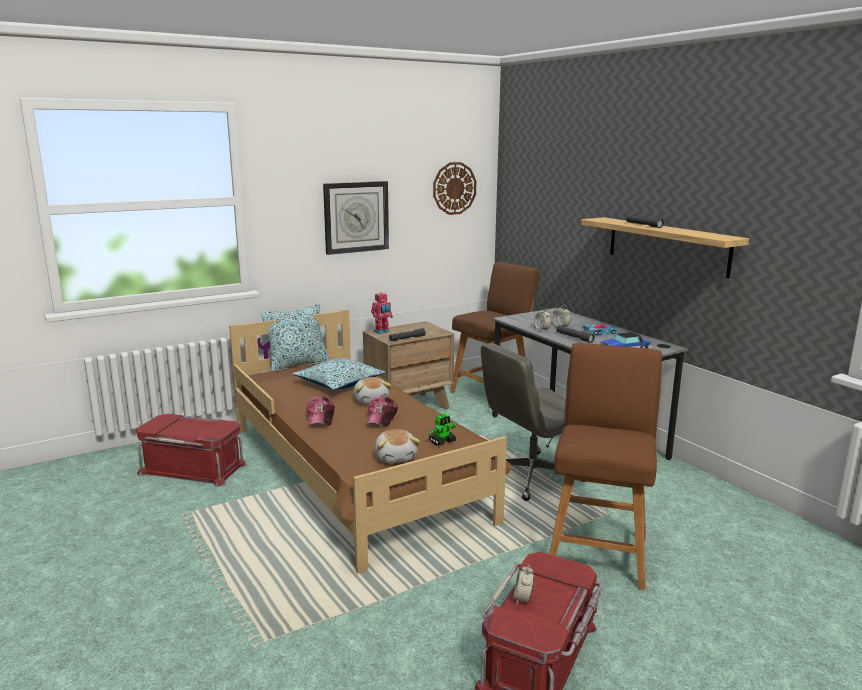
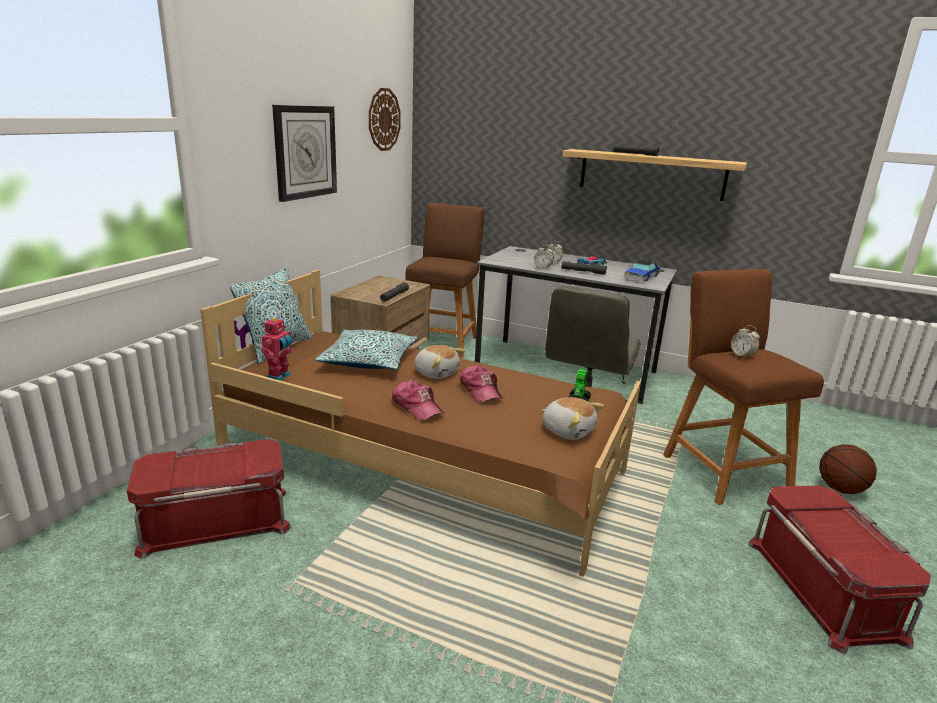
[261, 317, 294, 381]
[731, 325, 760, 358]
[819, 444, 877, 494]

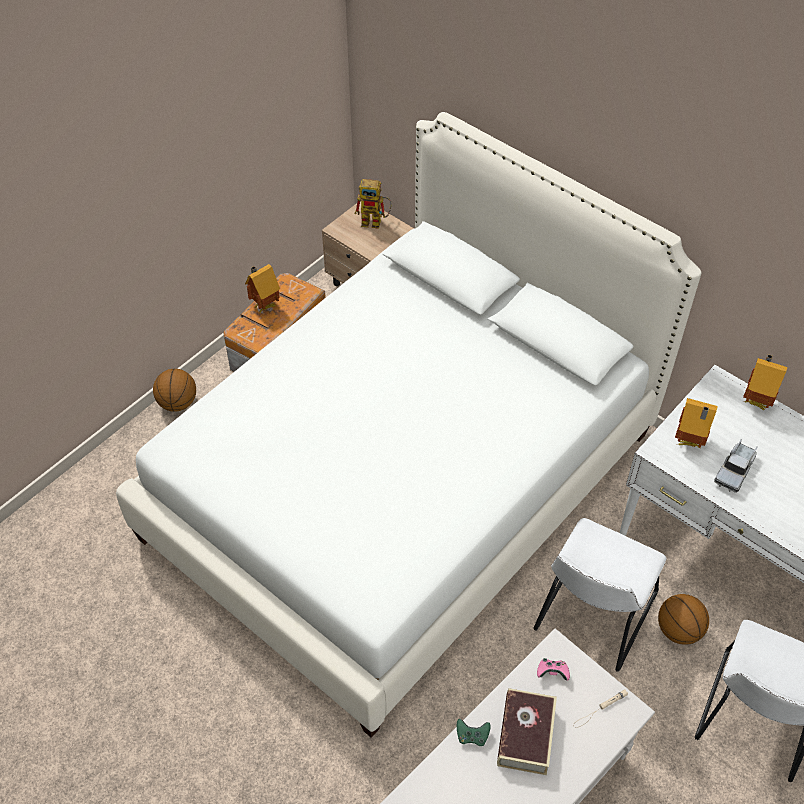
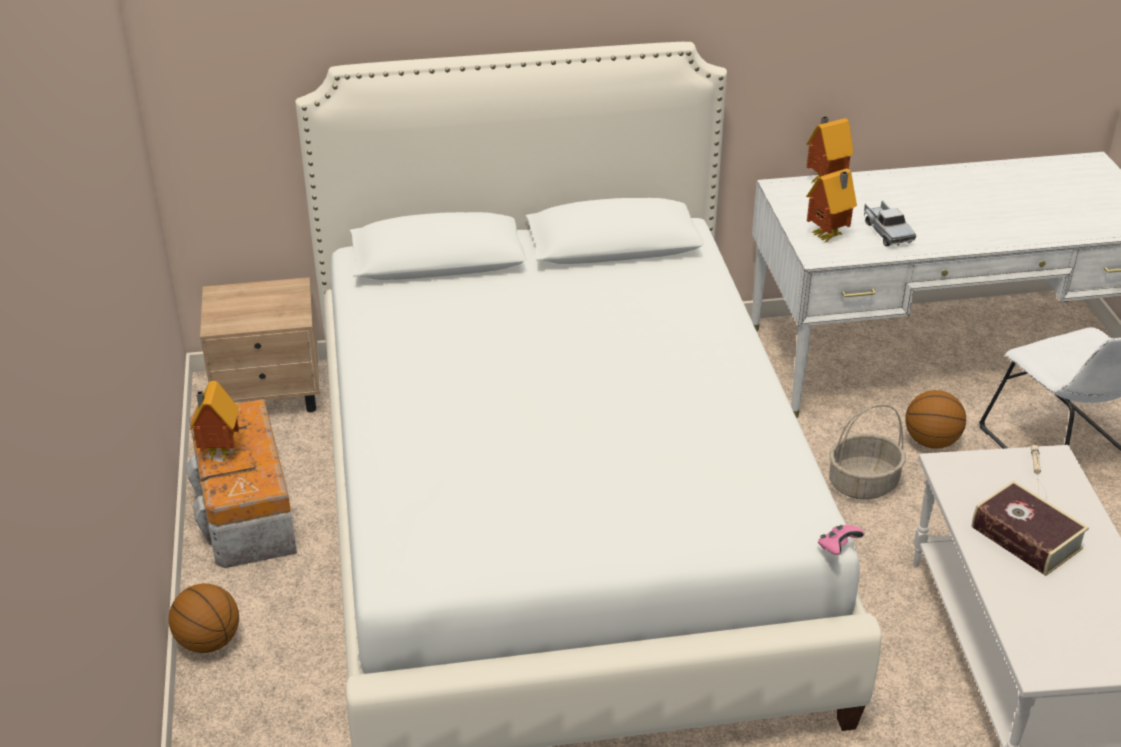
[818, 525, 865, 555]
[829, 404, 906, 500]
[355, 179, 392, 229] (first image)
[457, 719, 491, 746] (first image)

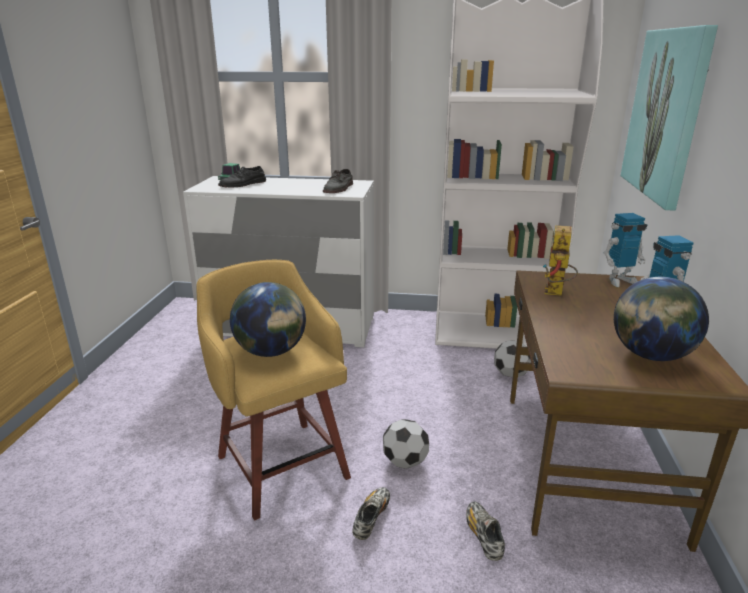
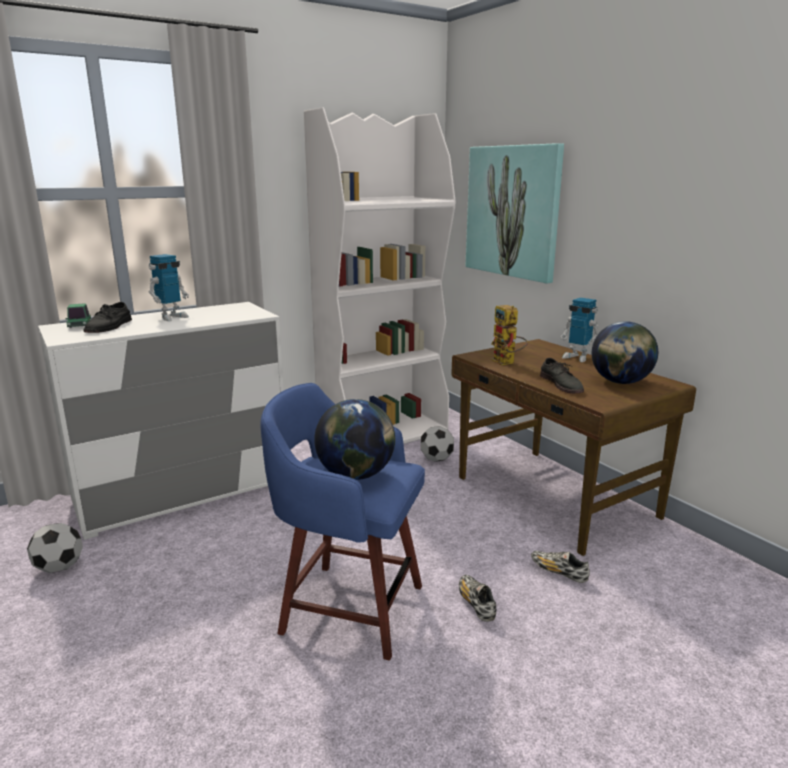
[27, 523, 83, 573]
[149, 254, 189, 321]
[260, 383, 425, 661]
[540, 358, 584, 394]

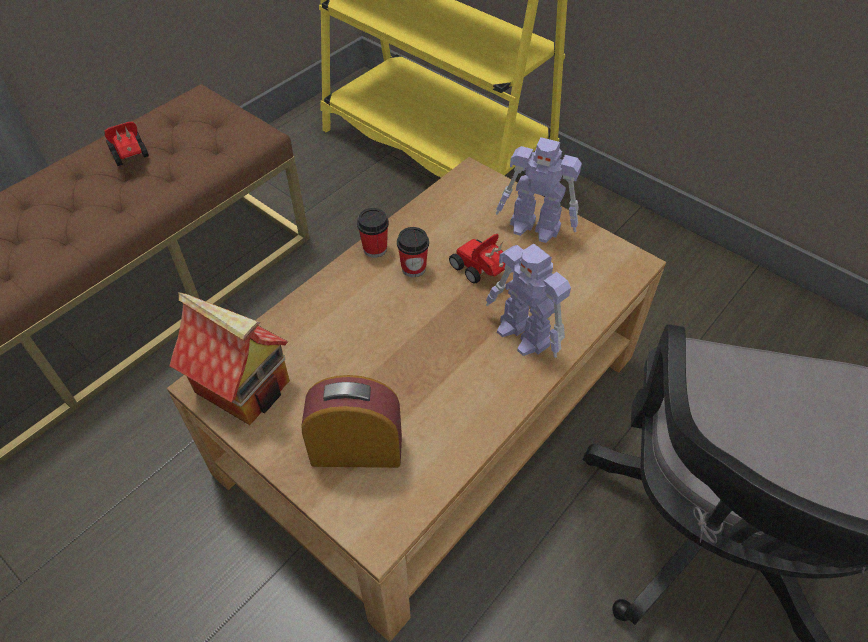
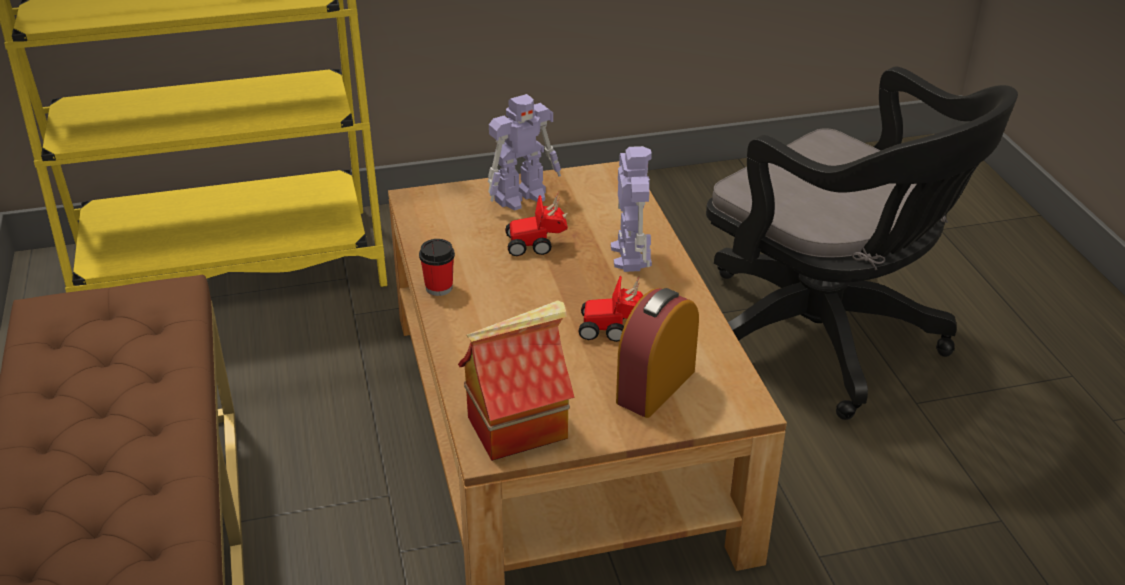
[578, 276, 644, 342]
[611, 146, 652, 272]
[397, 227, 429, 277] (first image)

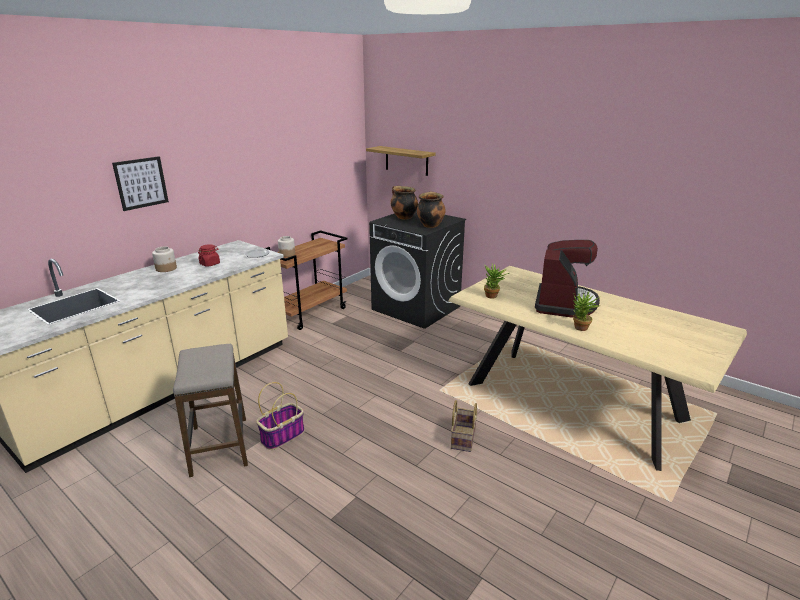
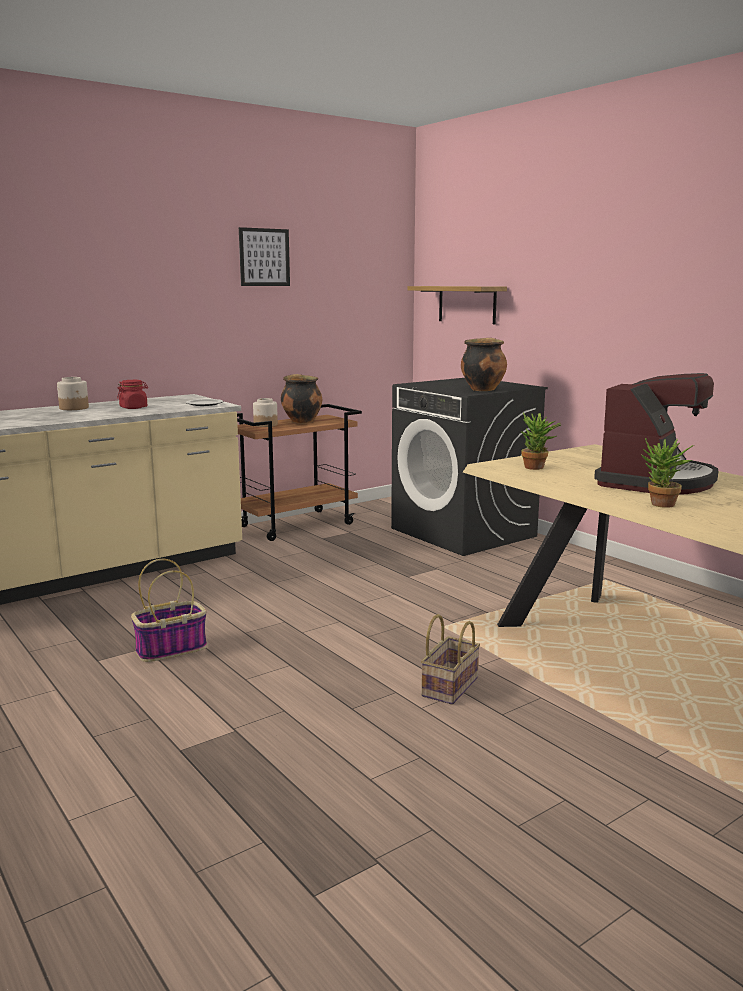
[239, 227, 290, 286]
[281, 374, 322, 423]
[173, 344, 248, 477] (first image)

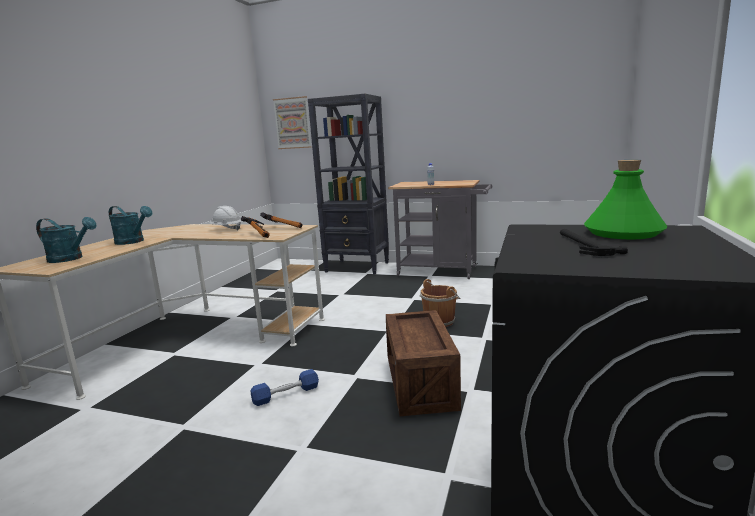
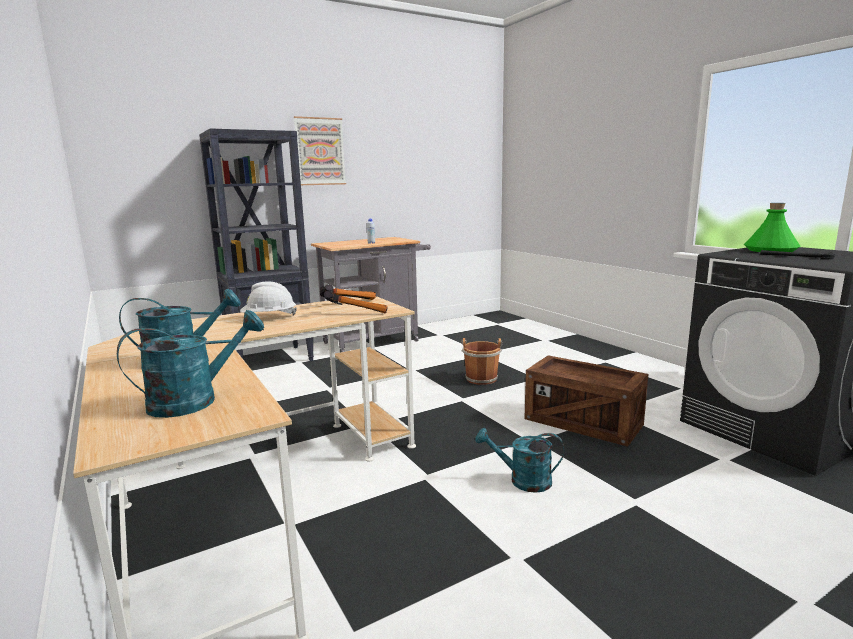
[294, 116, 346, 185]
[475, 428, 564, 493]

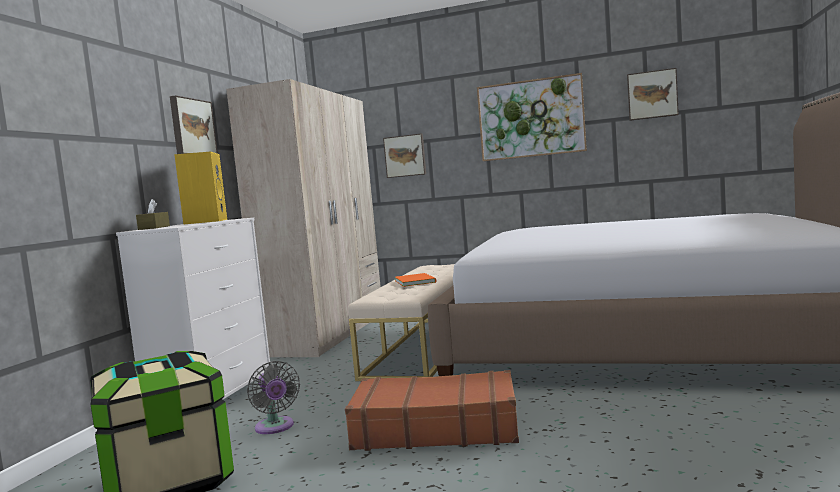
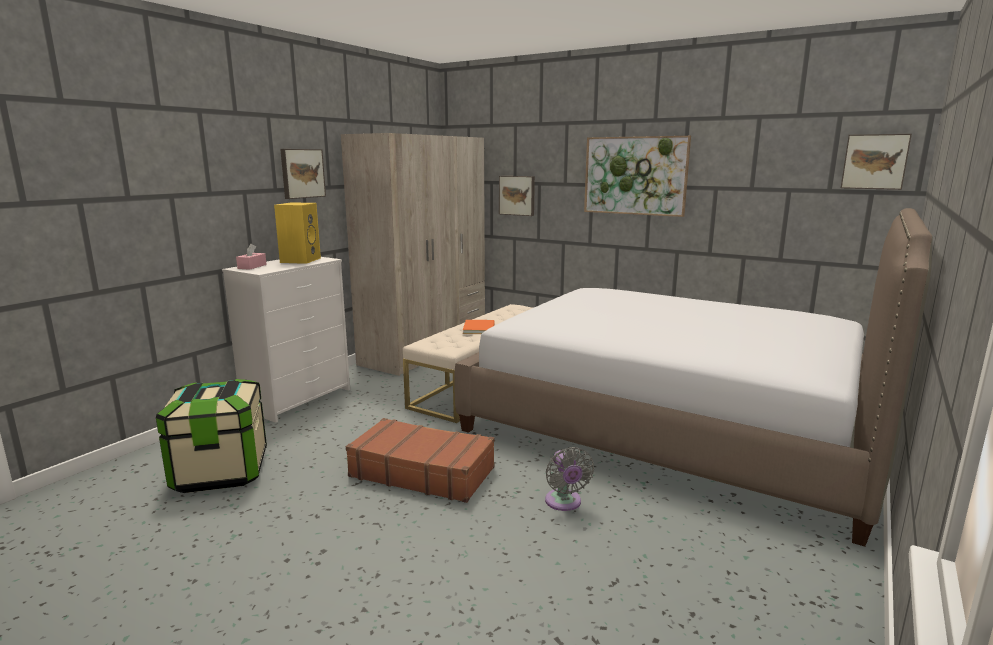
[236, 244, 267, 270]
[545, 447, 594, 511]
[841, 134, 912, 190]

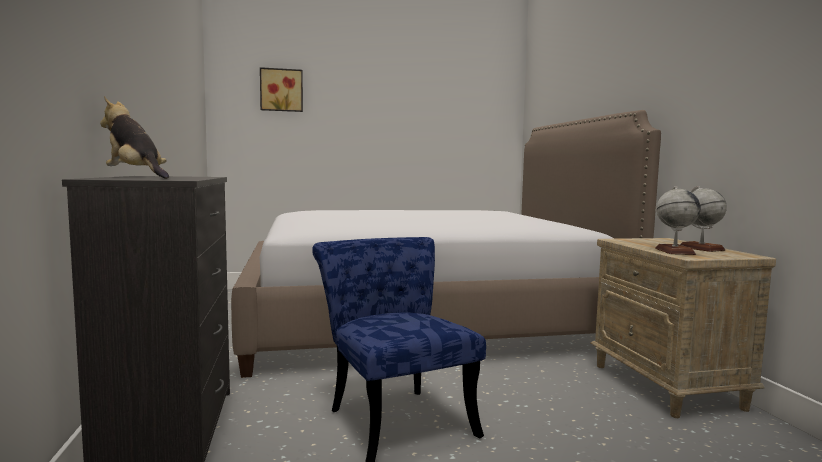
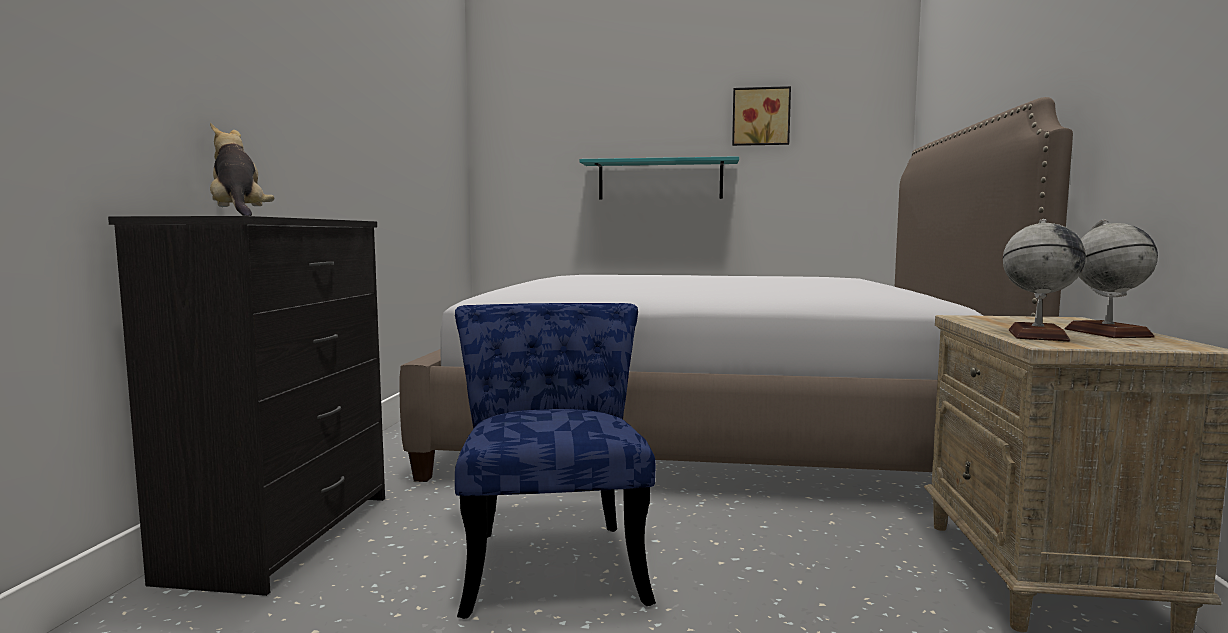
[580, 156, 739, 200]
[732, 86, 791, 146]

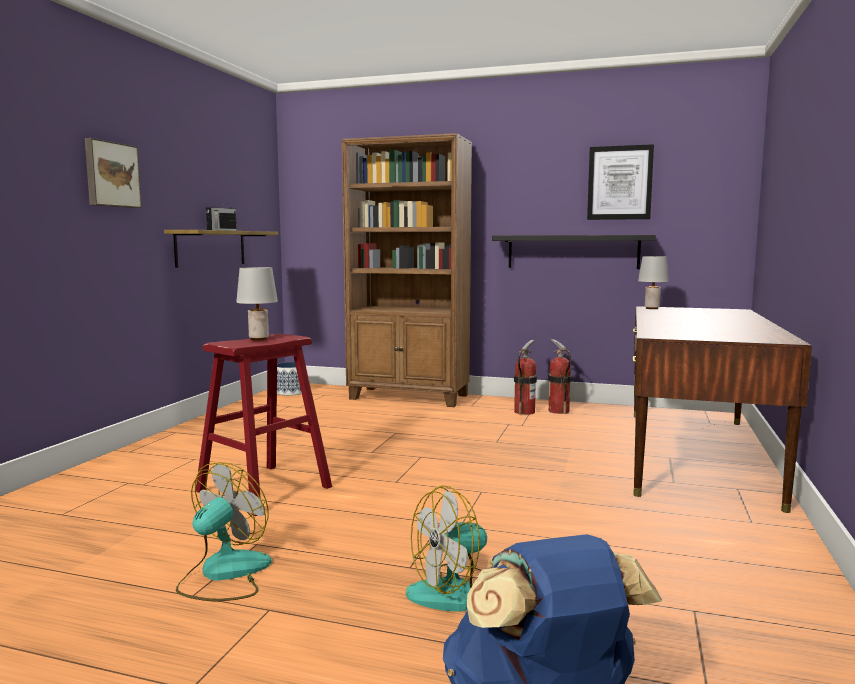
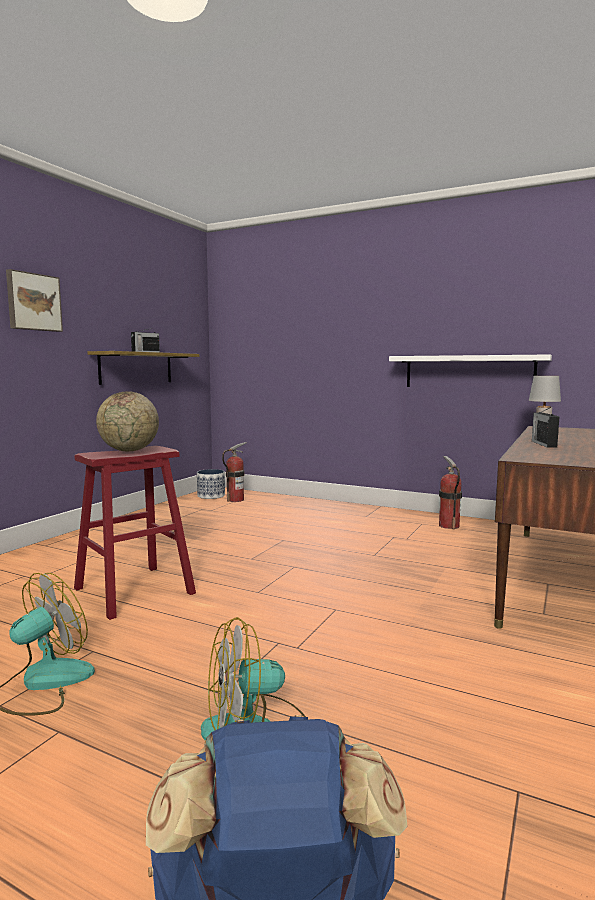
[96, 391, 159, 451]
[222, 442, 247, 502]
[389, 354, 552, 387]
[532, 407, 560, 448]
[341, 133, 472, 407] (first image)
[587, 144, 654, 220] (first image)

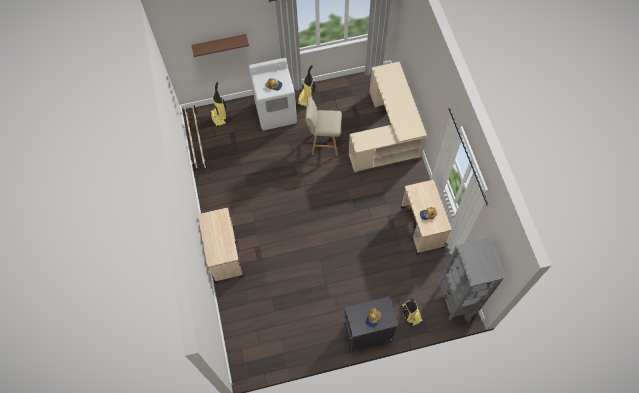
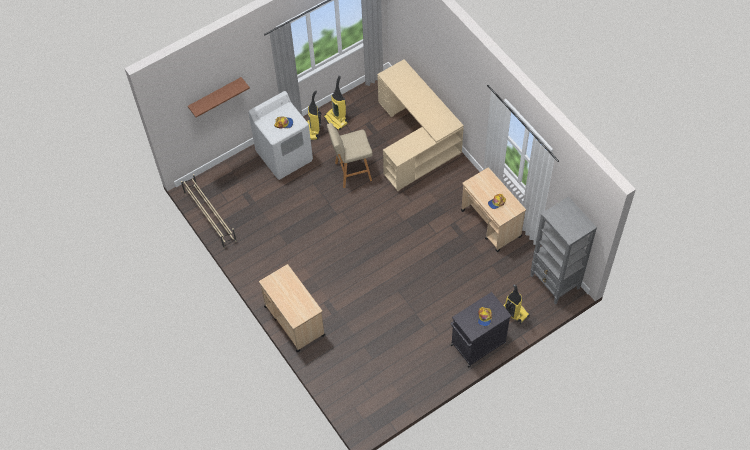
[324, 76, 348, 131]

